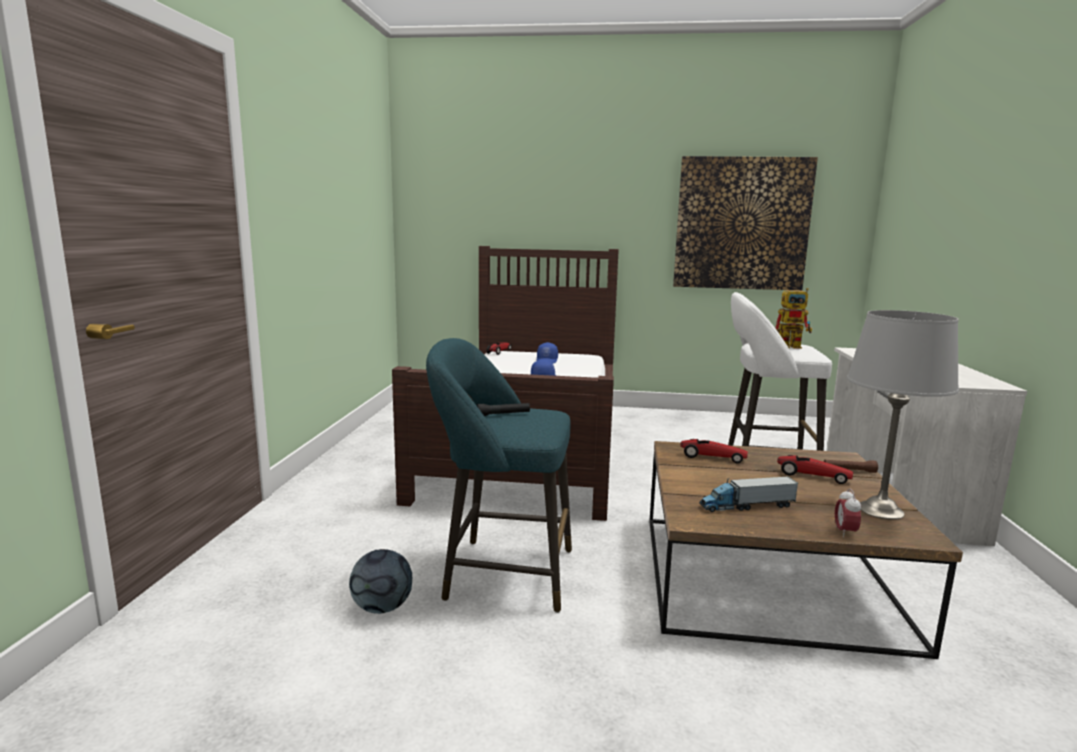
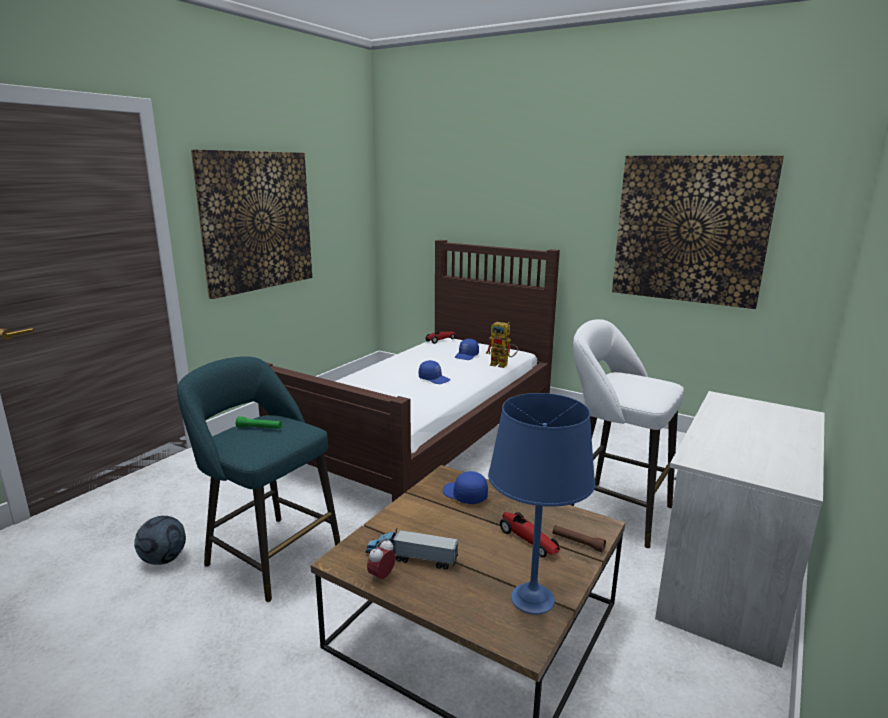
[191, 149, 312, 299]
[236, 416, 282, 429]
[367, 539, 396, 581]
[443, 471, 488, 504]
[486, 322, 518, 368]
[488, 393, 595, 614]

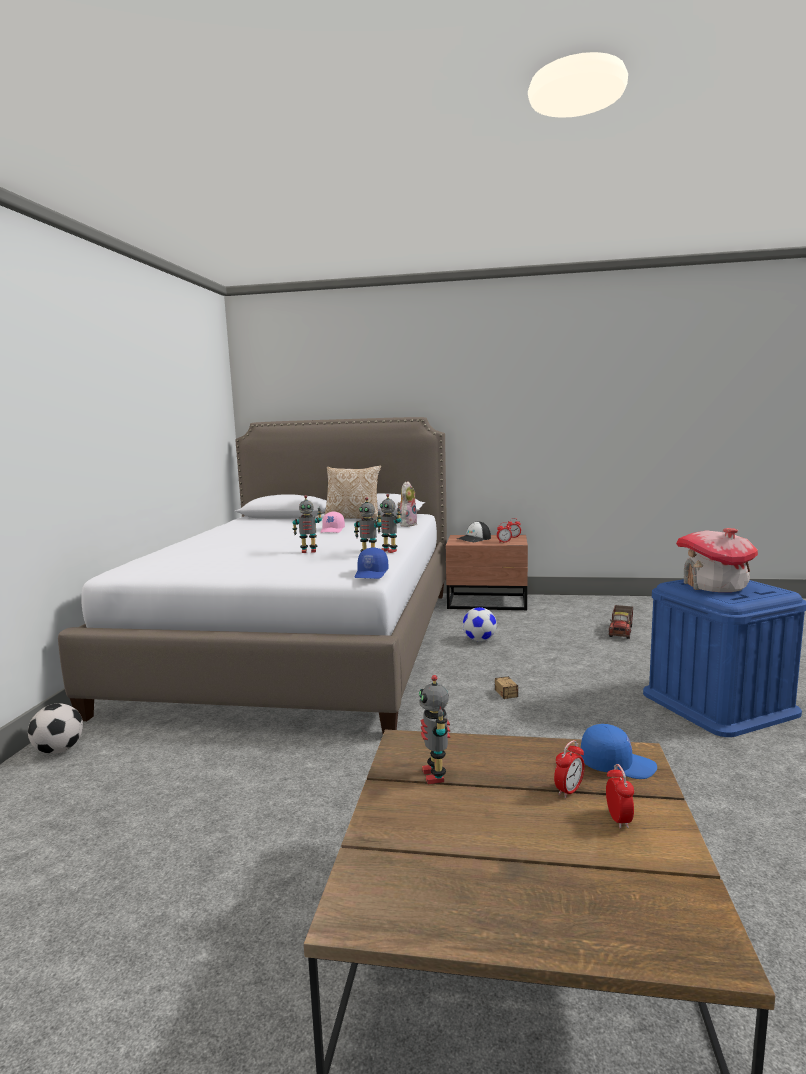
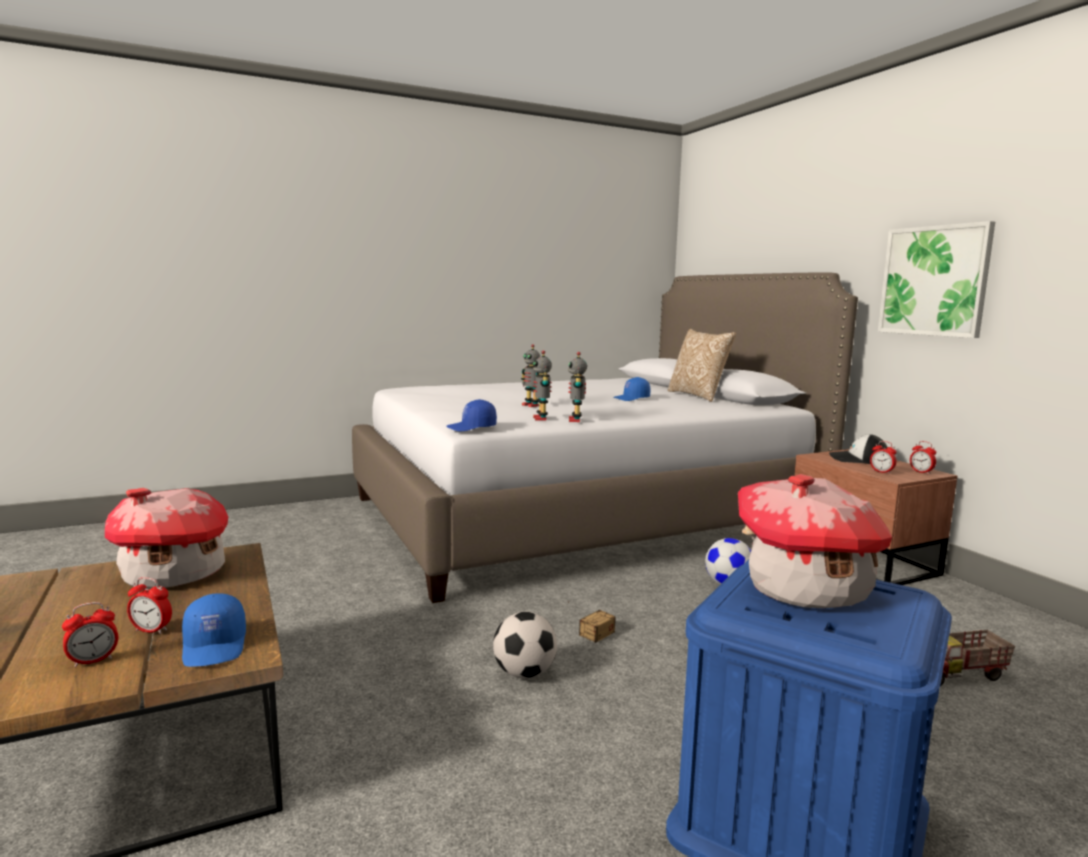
[105, 488, 228, 589]
[493, 611, 557, 679]
[613, 377, 650, 401]
[878, 221, 995, 338]
[397, 482, 417, 527] (first image)

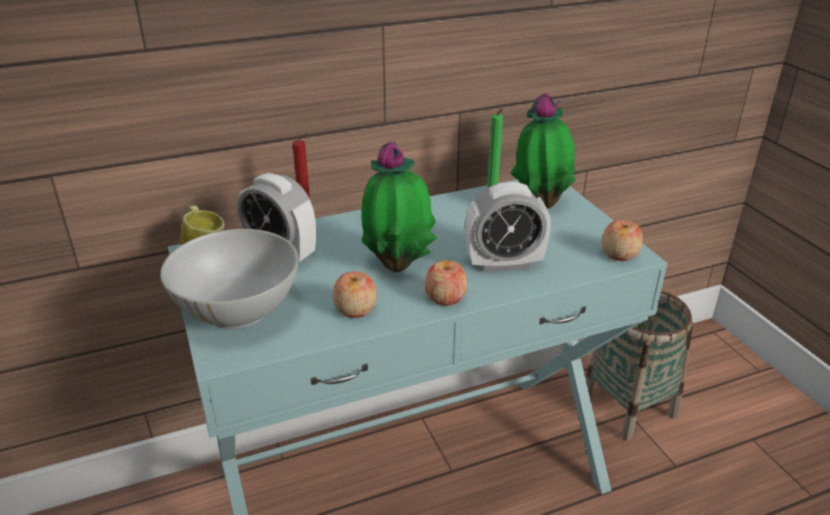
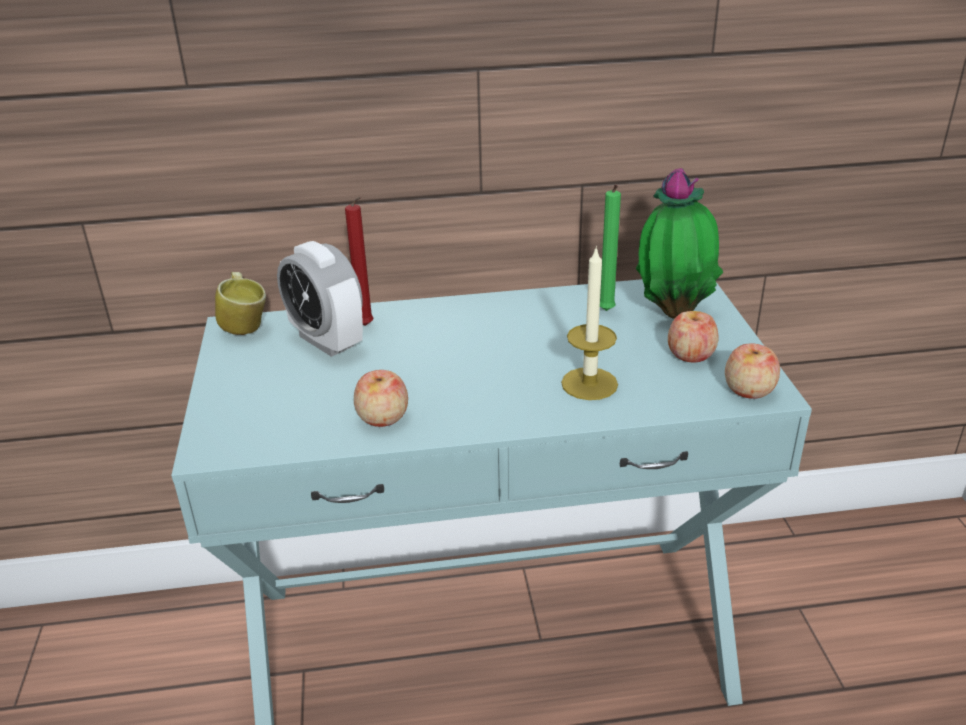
[561, 246, 618, 400]
[668, 311, 719, 362]
[160, 229, 299, 329] (first image)
[361, 142, 437, 272] (first image)
[585, 290, 693, 441] (first image)

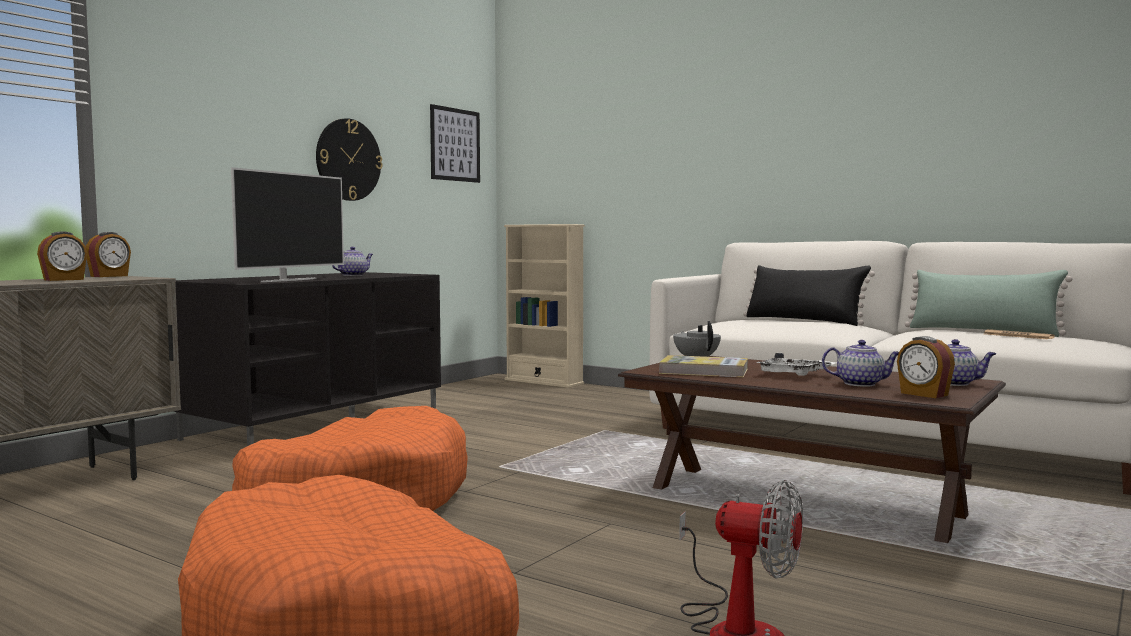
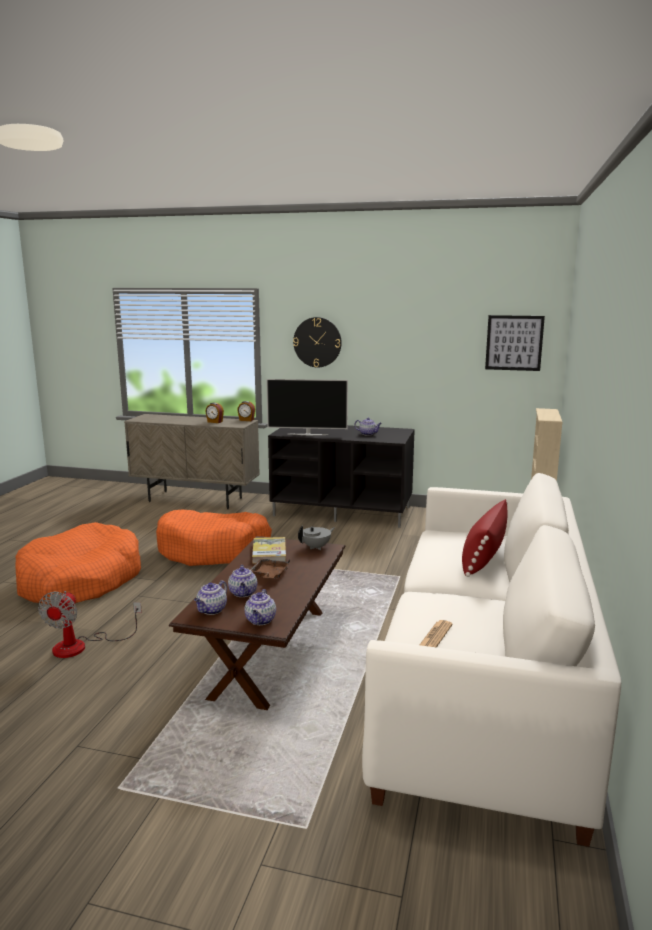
[194, 581, 227, 615]
[250, 558, 290, 579]
[293, 317, 342, 367]
[462, 499, 508, 577]
[905, 270, 1073, 337] (first image)

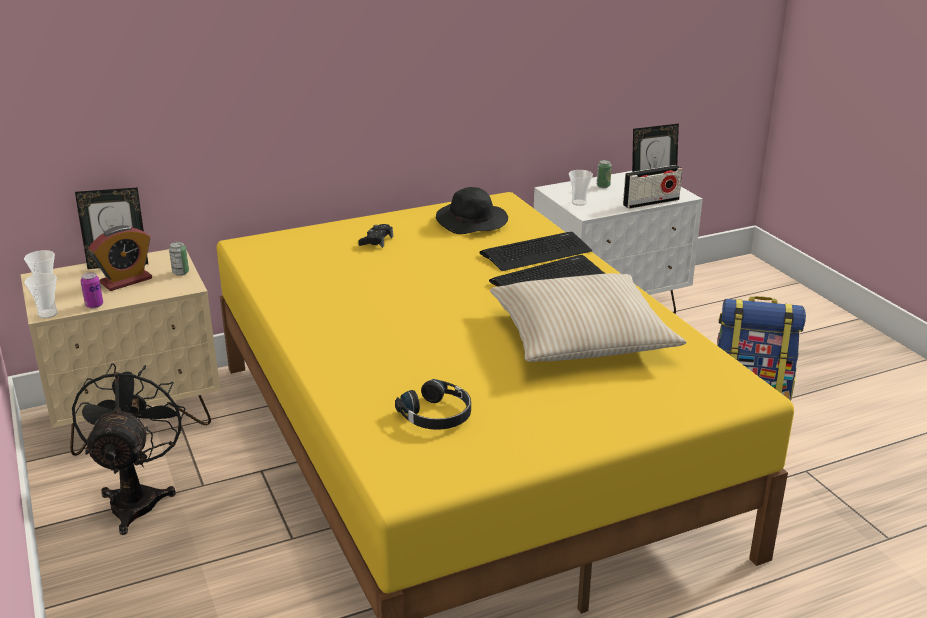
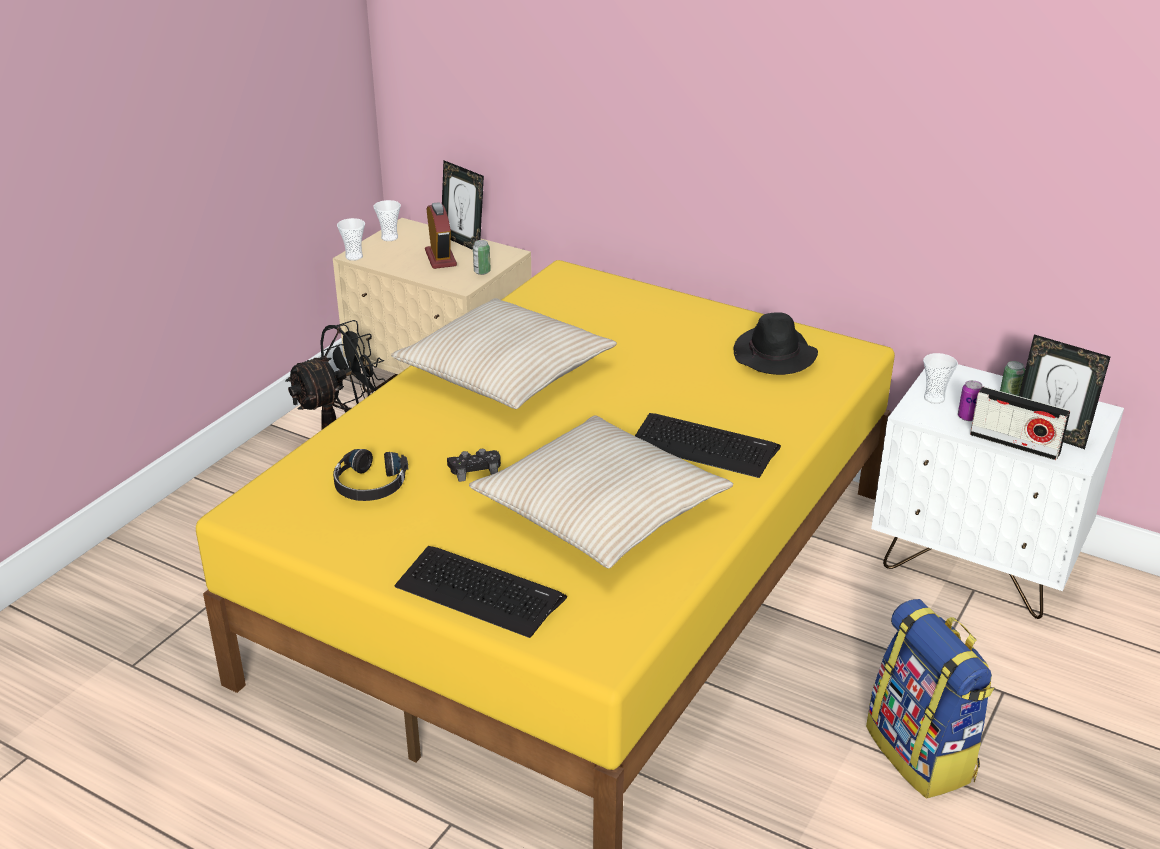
[391, 298, 617, 409]
[394, 546, 567, 638]
[425, 202, 457, 269]
[447, 449, 501, 482]
[958, 380, 982, 421]

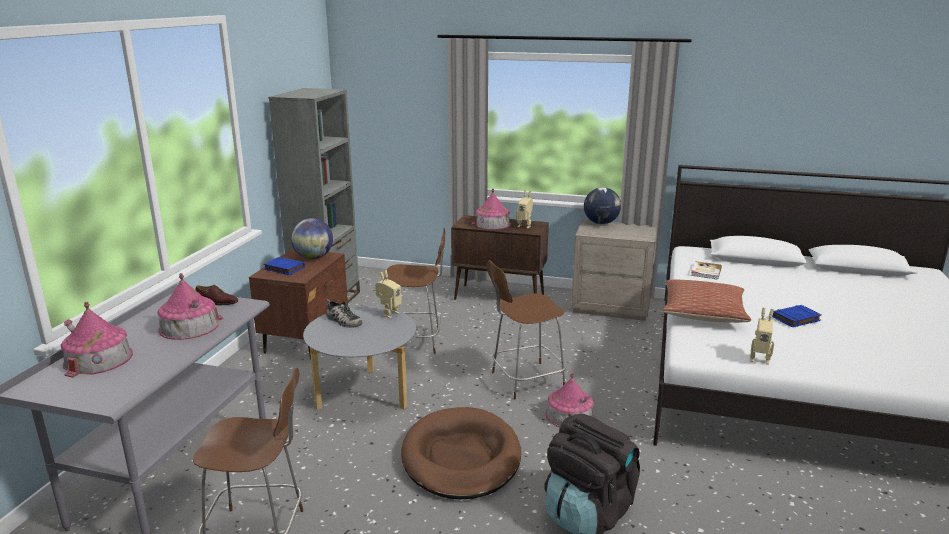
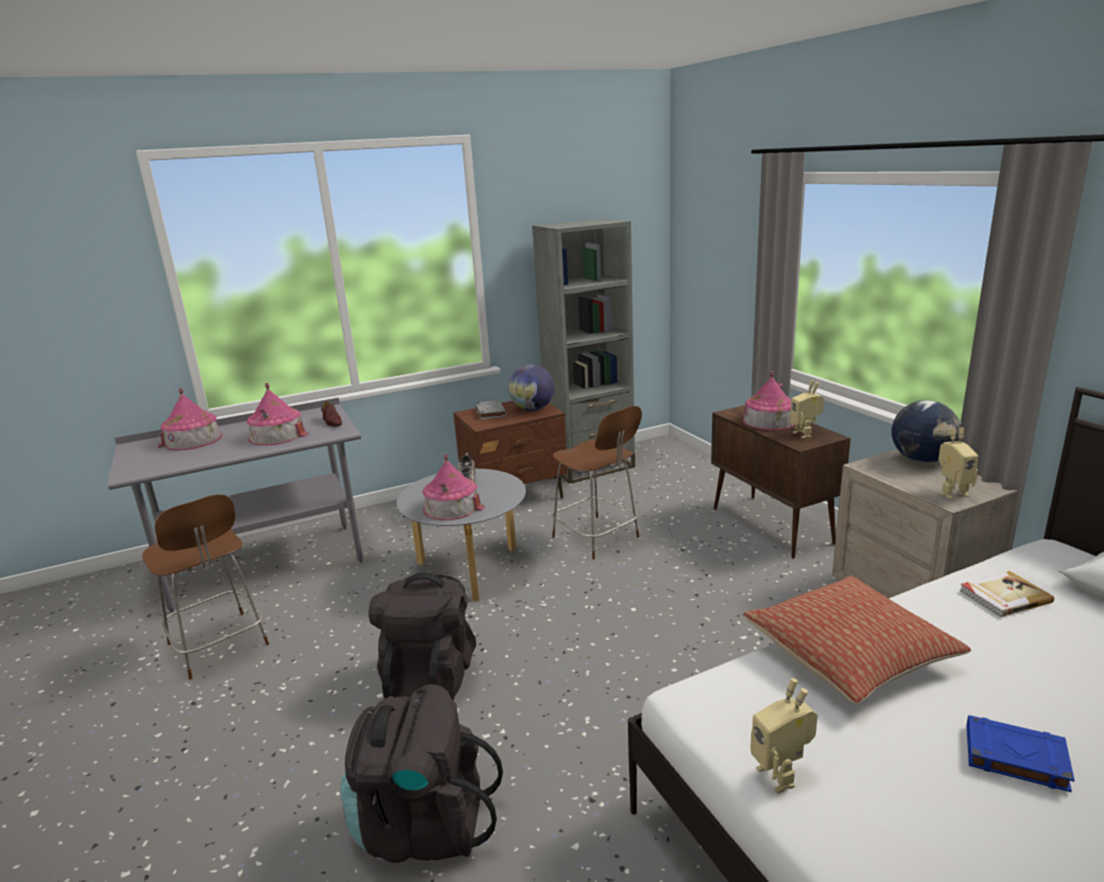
[369, 573, 476, 701]
[422, 454, 485, 520]
[475, 400, 507, 420]
[938, 427, 979, 499]
[486, 260, 566, 400] (first image)

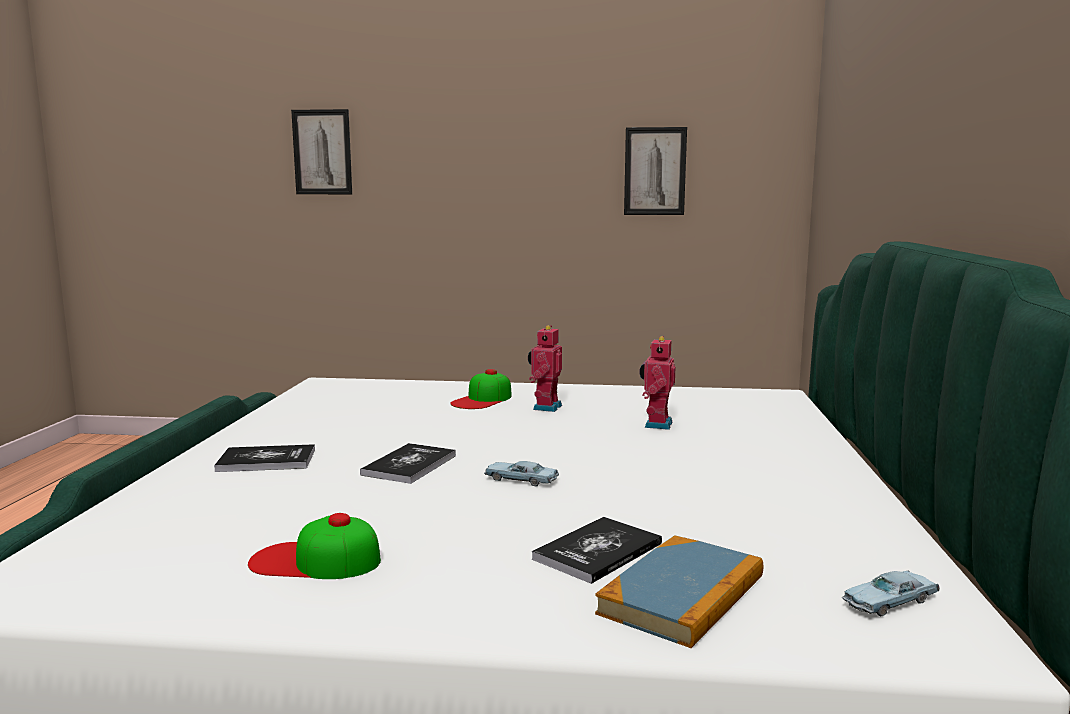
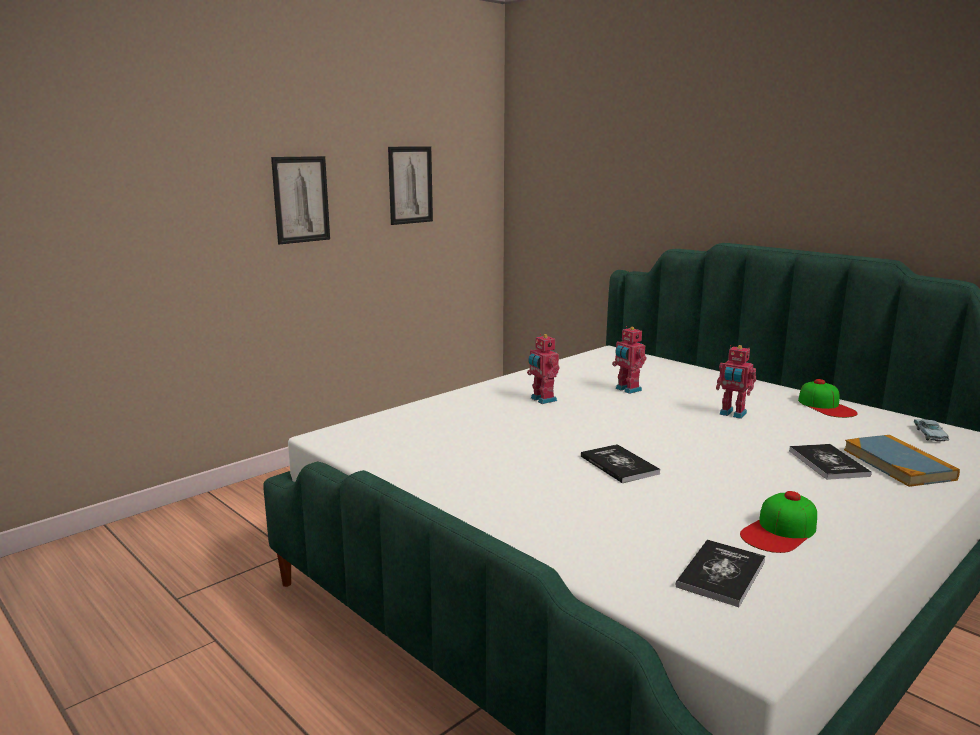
[271, 156, 330, 245]
[676, 540, 765, 607]
[716, 345, 756, 419]
[798, 379, 858, 418]
[484, 461, 559, 486] (first image)

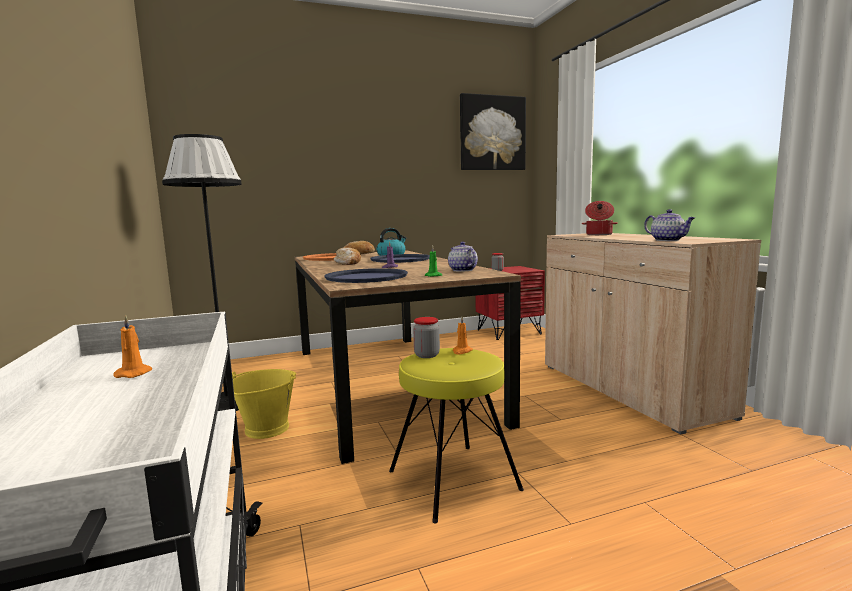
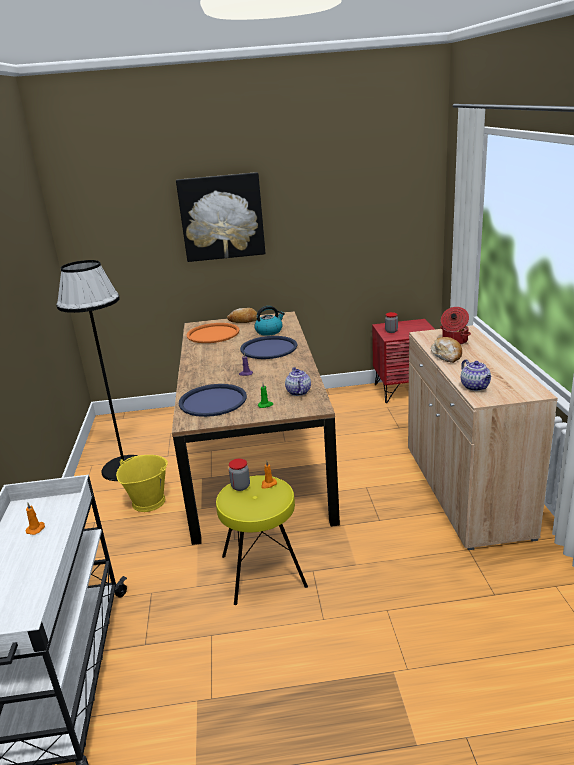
[176, 172, 266, 262]
[431, 337, 462, 363]

